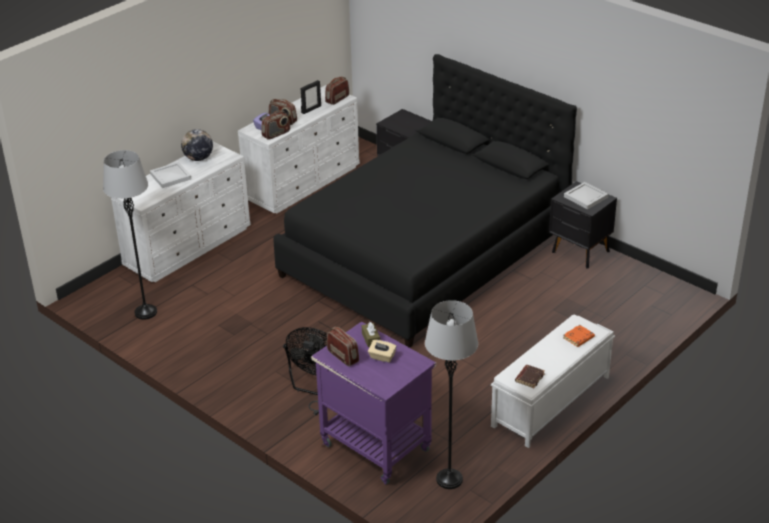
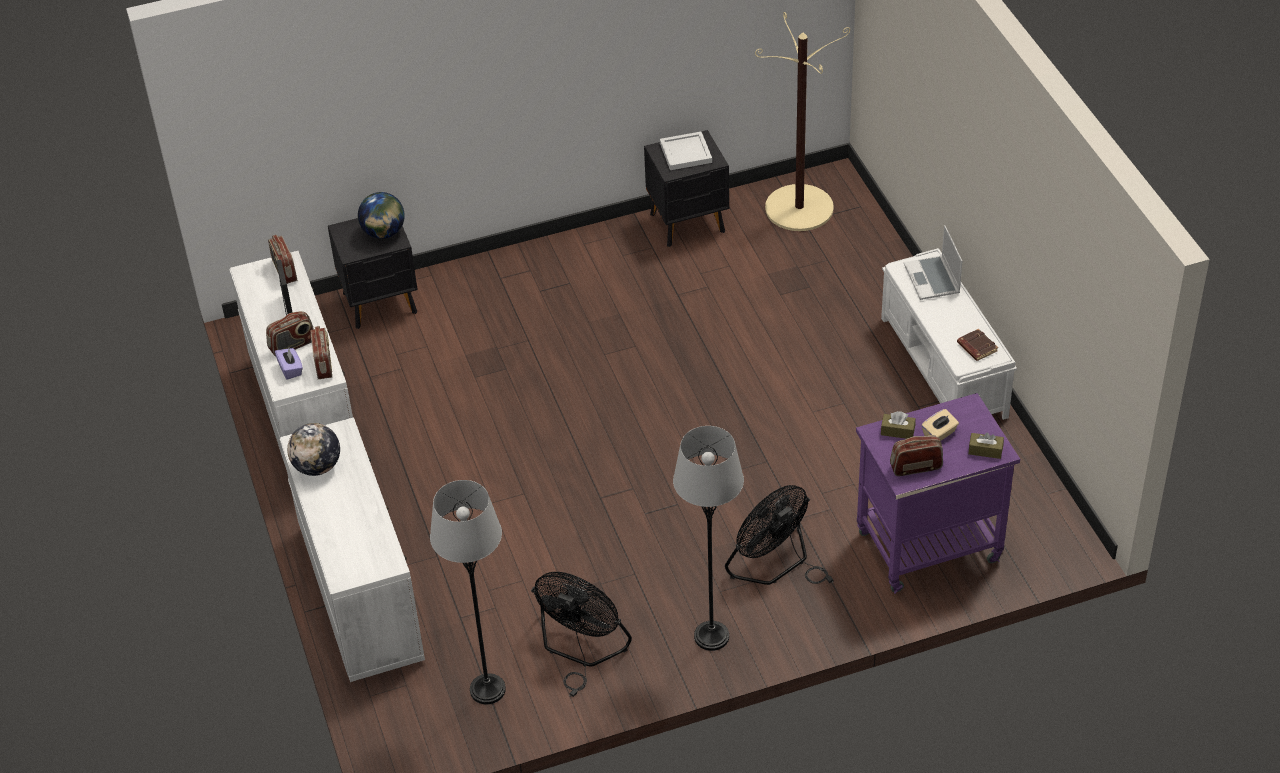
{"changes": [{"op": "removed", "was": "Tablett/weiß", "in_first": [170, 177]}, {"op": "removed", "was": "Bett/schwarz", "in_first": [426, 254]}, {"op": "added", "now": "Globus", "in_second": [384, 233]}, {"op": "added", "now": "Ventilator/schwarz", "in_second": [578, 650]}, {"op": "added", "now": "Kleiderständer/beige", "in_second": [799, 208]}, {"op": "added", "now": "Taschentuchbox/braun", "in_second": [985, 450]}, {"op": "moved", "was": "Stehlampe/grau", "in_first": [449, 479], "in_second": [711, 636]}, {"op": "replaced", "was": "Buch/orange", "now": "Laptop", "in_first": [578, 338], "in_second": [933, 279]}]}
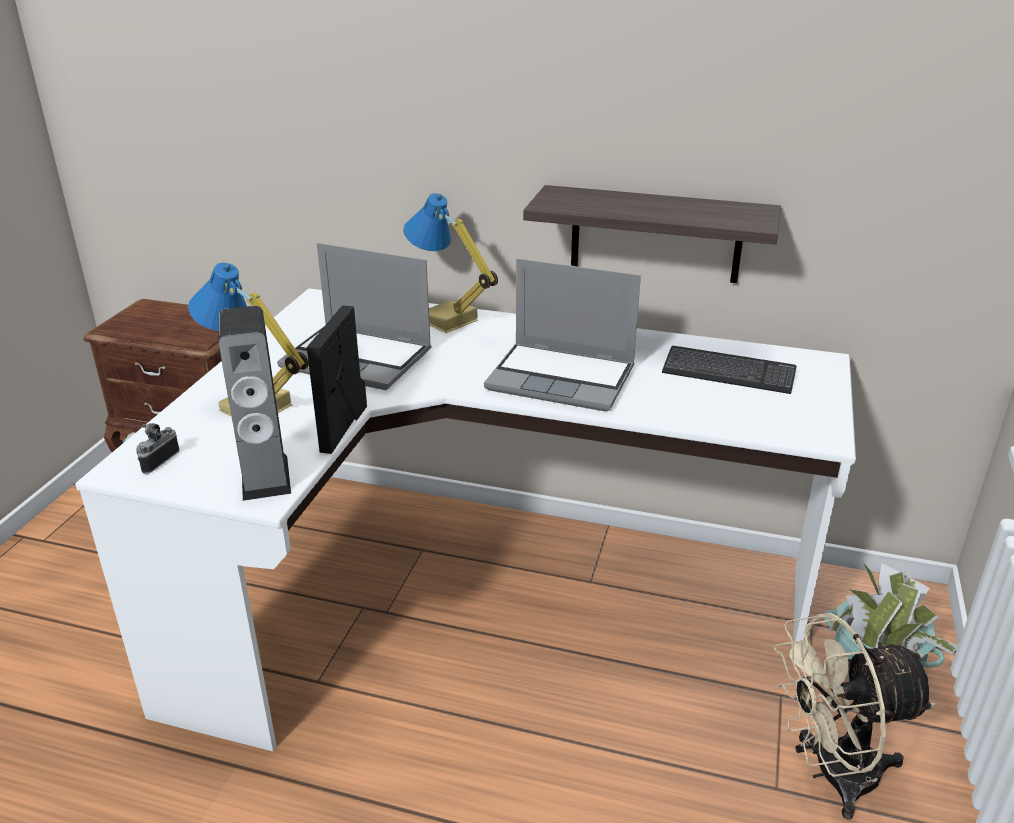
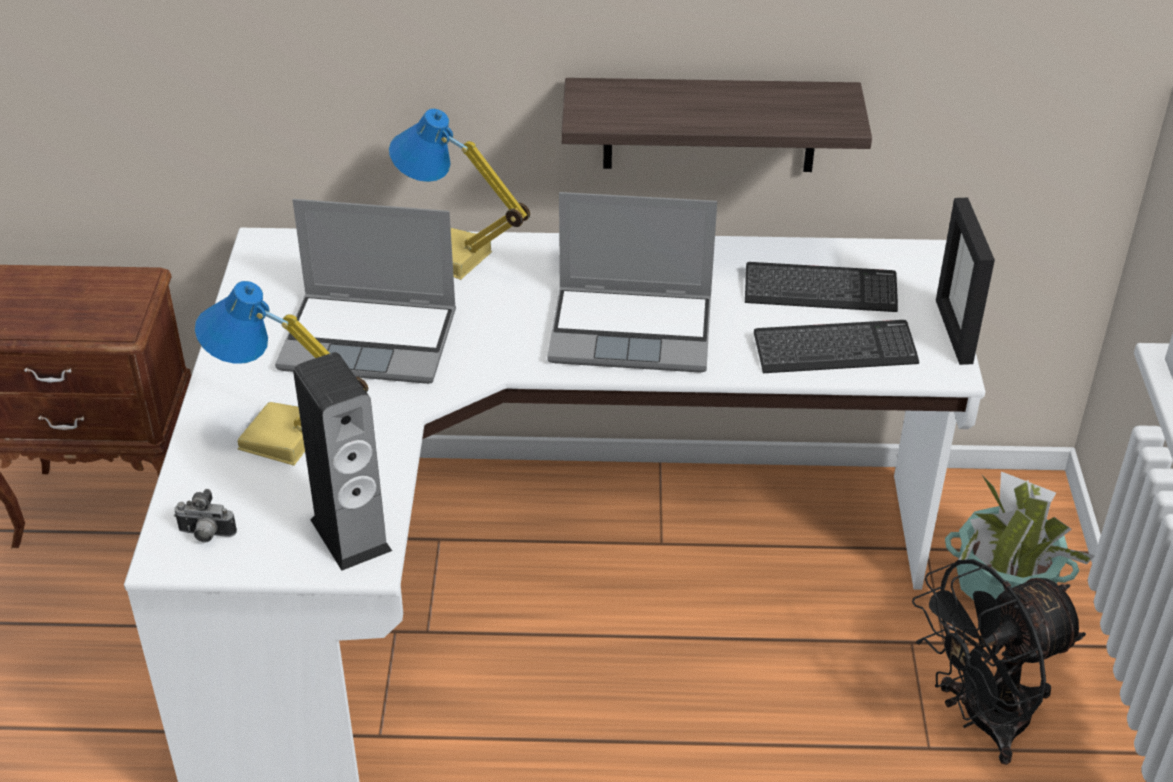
{"changes": [{"op": "added", "now": "Tastatur", "in_second": [834, 350]}, {"op": "moved", "was": "Bilderrahmen", "in_first": [344, 428], "in_second": [956, 331]}, {"op": "recoloured", "was": "Ventilator/beige", "now": "Ventilator/schwarz", "in_first": [831, 774], "in_second": [981, 720]}, {"op": "turned", "was": "Kamera", "in_first": [157, 460], "in_second": [206, 535], "clockwise": -90}]}
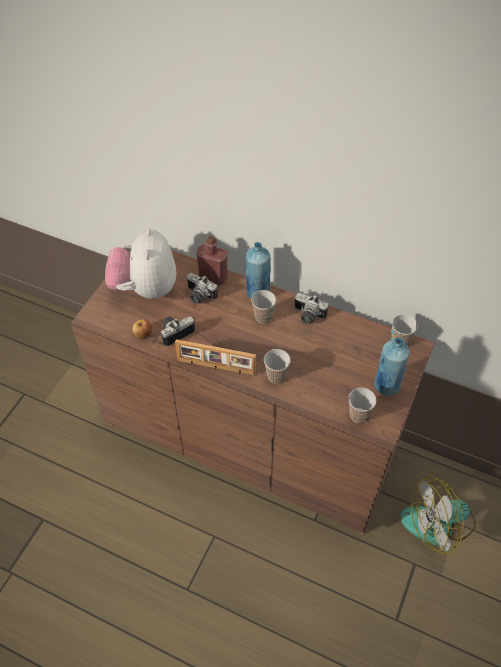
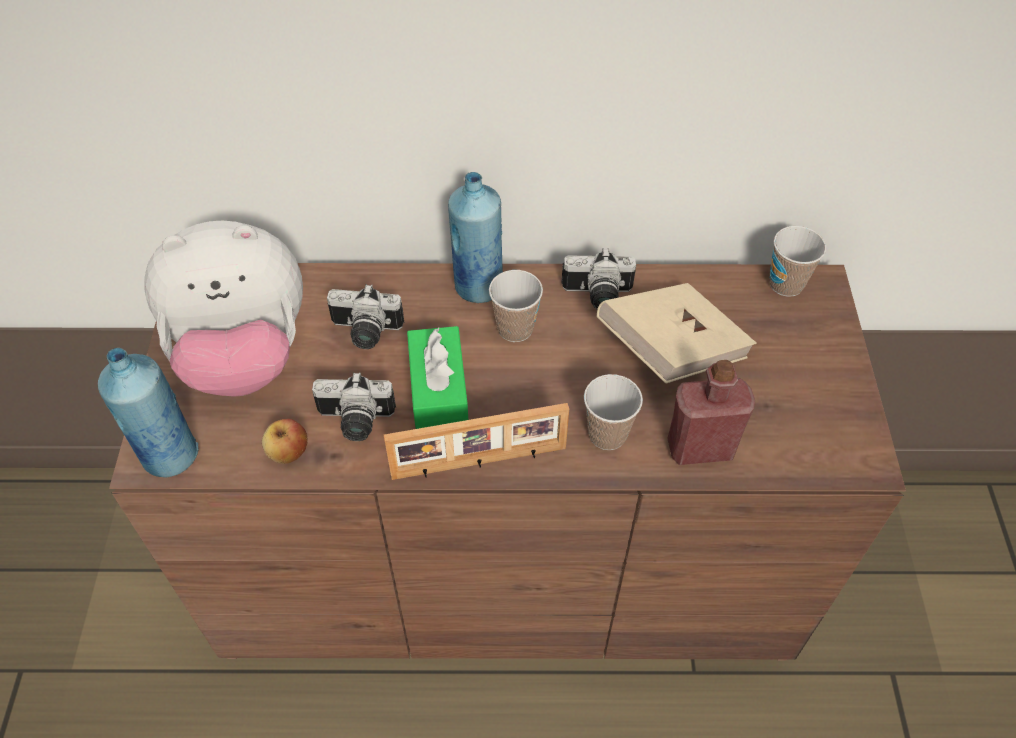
{"changes": [{"op": "removed", "was": "Tasse", "in_first": [358, 415]}, {"op": "removed", "was": "Ventilator", "in_first": [438, 522]}, {"op": "added", "now": "Taschentuchbox/grün", "in_second": [438, 391]}, {"op": "added", "now": "Buch/beige", "in_second": [671, 351]}, {"op": "moved", "was": "Flasche/rot", "in_first": [213, 277], "in_second": [700, 447]}, {"op": "moved", "was": "Flasche/blau", "in_first": [386, 385], "in_second": [170, 455]}, {"op": "turned", "was": "Plüschtier", "in_first": [145, 288], "in_second": [244, 356], "clockwise": -75}, {"op": "turned", "was": "Kamera", "in_first": [175, 332], "in_second": [355, 422], "clockwise": -120}]}
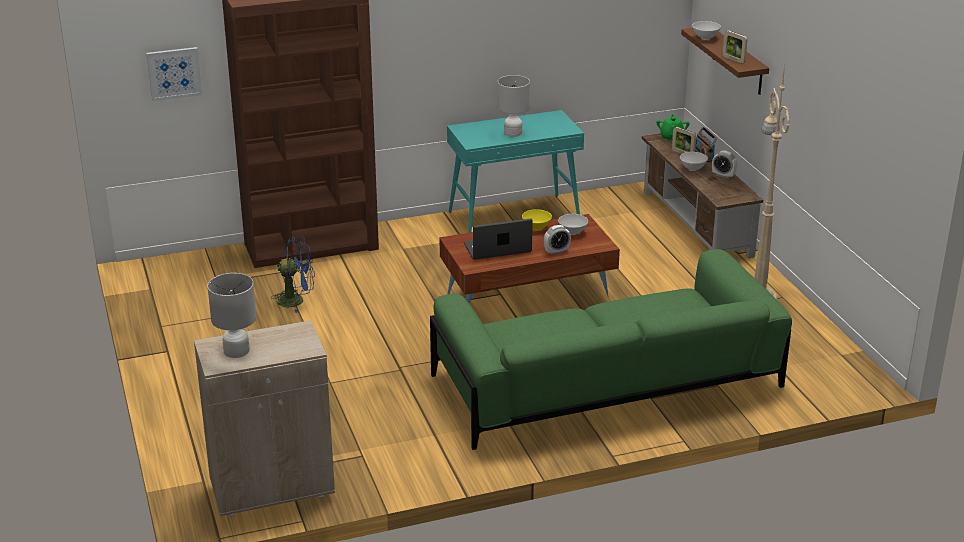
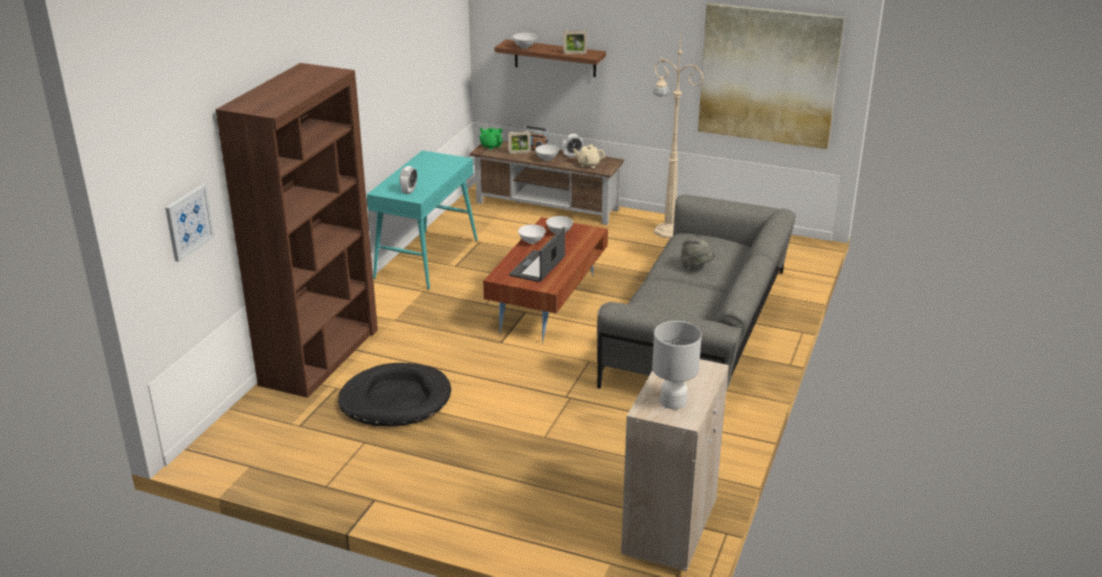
{"changes": [{"op": "removed", "was": "Tischlampe/grau", "in_first": [512, 133]}, {"op": "added", "now": "Teekanne/beige", "in_second": [588, 164]}, {"op": "added", "now": "Hut/grau", "in_second": [696, 267]}, {"op": "added", "now": "Bild", "in_second": [768, 75]}, {"op": "moved", "was": "Wecker", "in_first": [556, 251], "in_second": [409, 190]}, {"op": "replaced", "was": "Ventilator/blau", "now": "Hundebett/schwarz", "in_first": [296, 300], "in_second": [395, 400]}, {"op": "recoloured", "was": "Sofa/grün", "now": "Sofa/grau", "in_first": [607, 384], "in_second": [701, 327]}, {"op": "recoloured", "was": "Schüssel/gelb", "now": "Schüssel/weiß", "in_first": [536, 228], "in_second": [532, 242]}]}
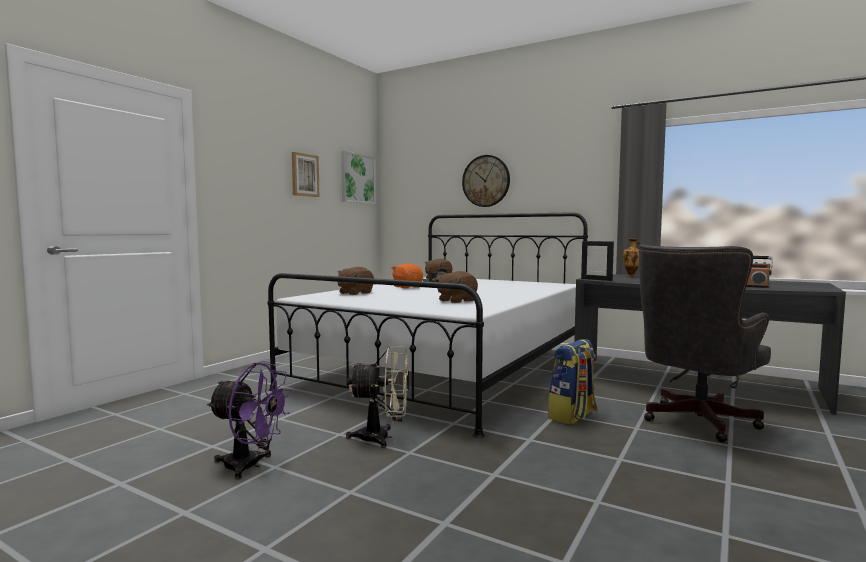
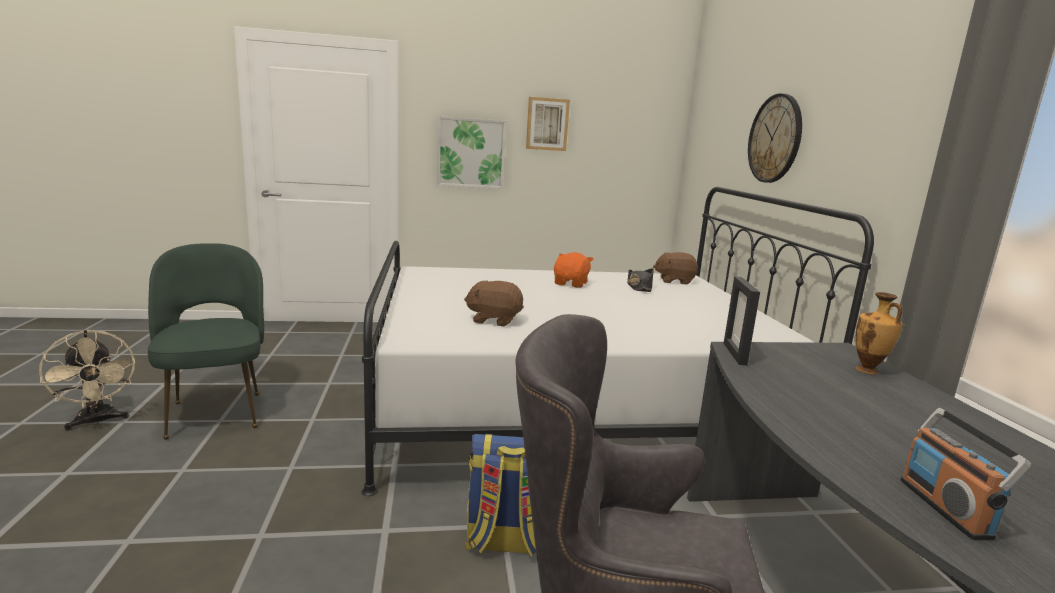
{"changes": [{"op": "removed", "was": "Plüschtier/braun", "in_first": [355, 293]}, {"op": "moved", "was": "Bild", "in_first": [357, 178], "in_second": [471, 153]}, {"op": "moved", "was": "Ventilator/beige", "in_first": [382, 437], "in_second": [97, 421]}, {"op": "replaced", "was": "Ventilator/lila", "now": "Stuhl/grün", "in_first": [250, 466], "in_second": [216, 411]}]}
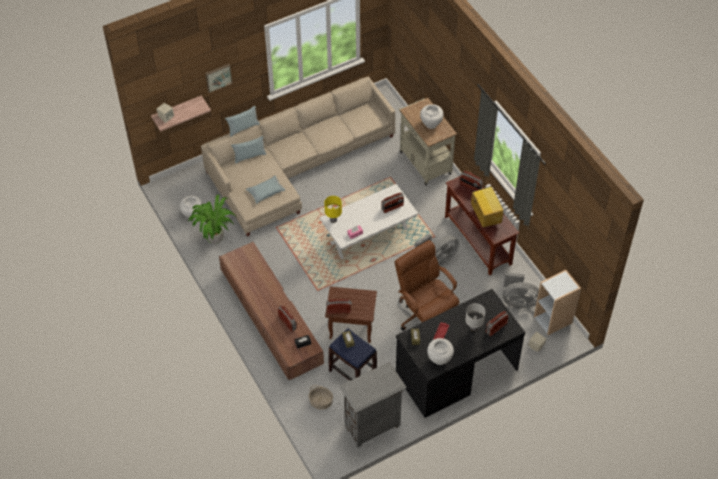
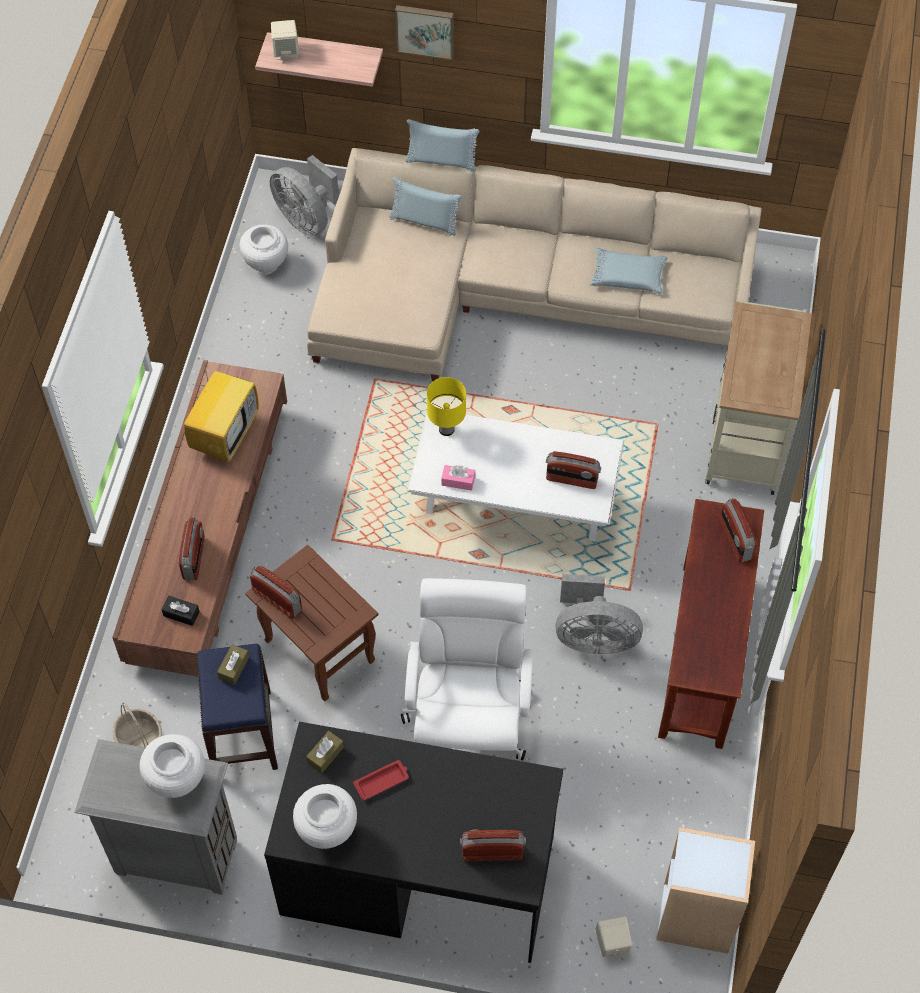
{"changes": [{"op": "removed", "was": "Topfpflanze", "in_first": [214, 237]}, {"op": "removed", "was": "Tischlampe/weiß", "in_first": [473, 328]}, {"op": "moved", "was": "Kissen/blau", "in_first": [266, 191], "in_second": [628, 274]}, {"op": "moved", "was": "Vase/weiß", "in_first": [431, 124], "in_second": [177, 780]}, {"op": "moved", "was": "Fernseher", "in_first": [485, 216], "in_second": [225, 433]}, {"op": "moved", "was": "Ventilator/grau", "in_first": [518, 302], "in_second": [306, 219]}, {"op": "recoloured", "was": "Bürostuhl/braun", "now": "Bürostuhl/weiß", "in_first": [424, 314], "in_second": [468, 722]}]}
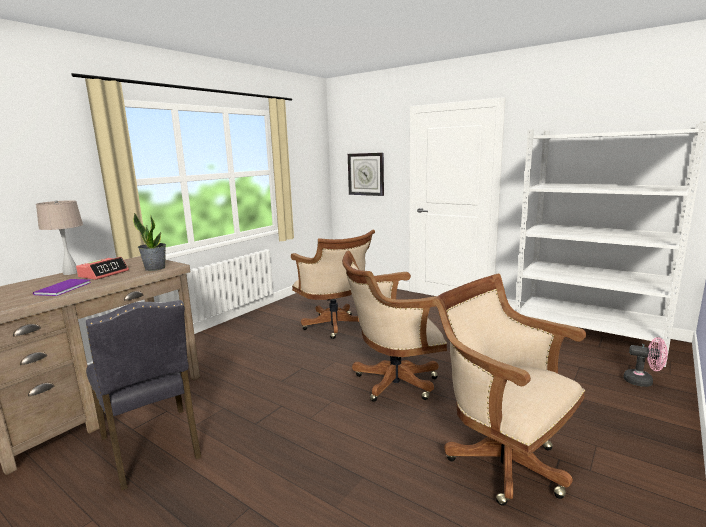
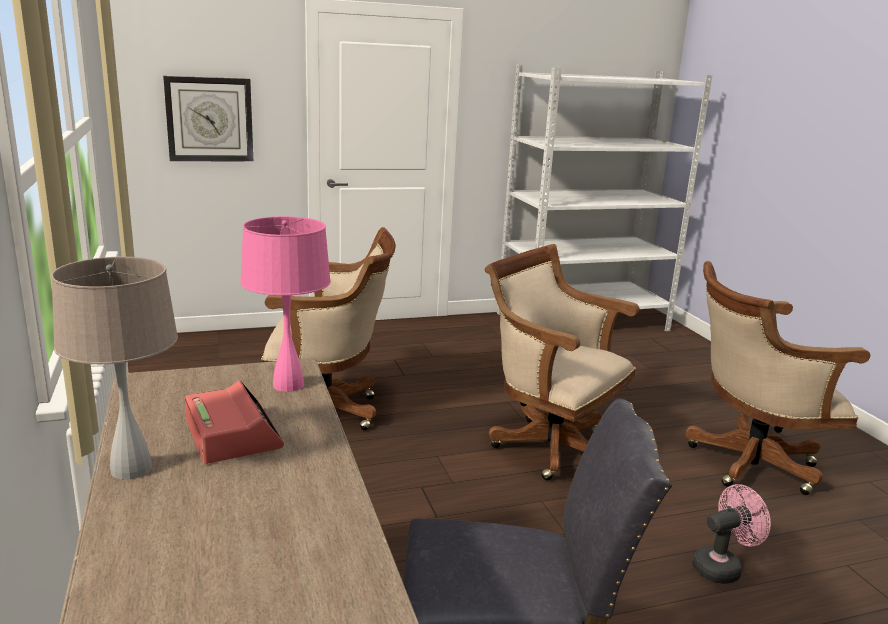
{"changes": [{"op": "removed", "was": "Buch/lila", "in_first": [65, 288]}, {"op": "moved", "was": "Ventilator/rosa", "in_first": [643, 381], "in_second": [722, 567]}, {"op": "replaced", "was": "Topfpflanze", "now": "Tischlampe/rosa", "in_first": [155, 268], "in_second": [289, 385]}, {"op": "turned", "was": "Bürostuhl", "in_first": [392, 383], "in_second": [547, 447], "clockwise": 105}]}
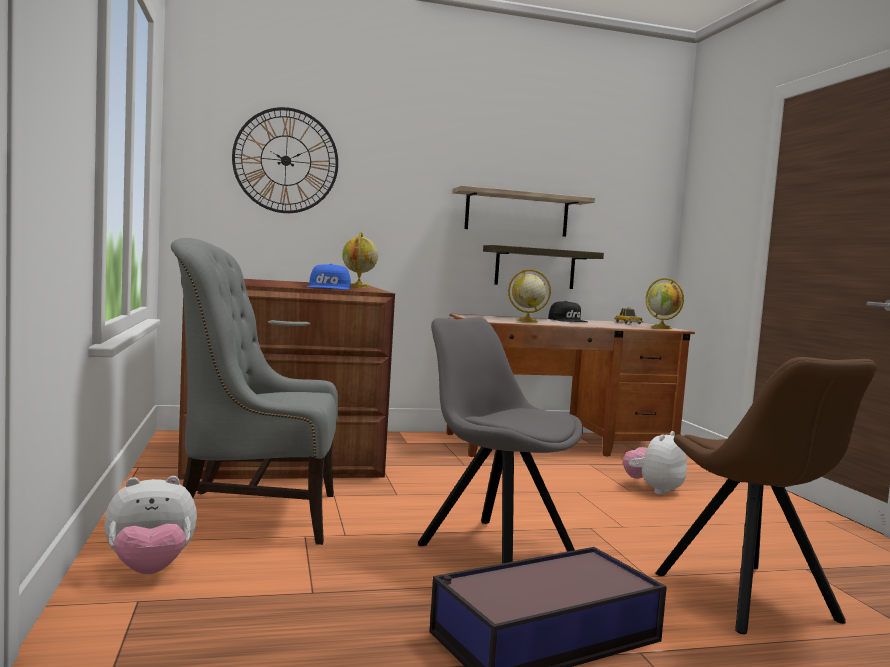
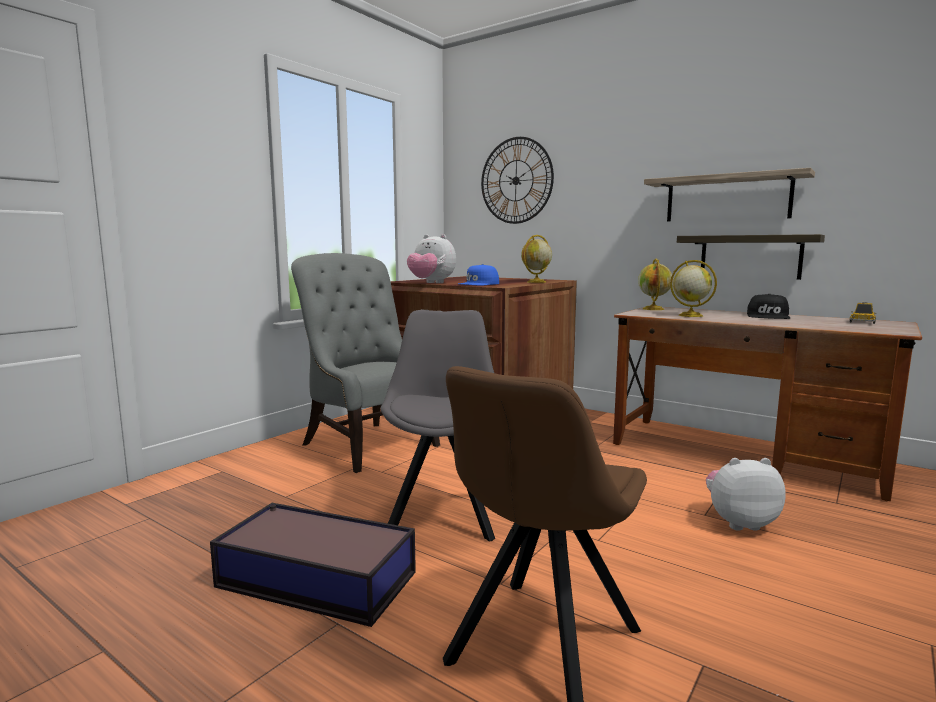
{"changes": [{"op": "moved", "was": "Plüschtier", "in_first": [150, 570], "in_second": [431, 283]}, {"op": "moved", "was": "Globus", "in_first": [662, 328], "in_second": [653, 309]}]}
